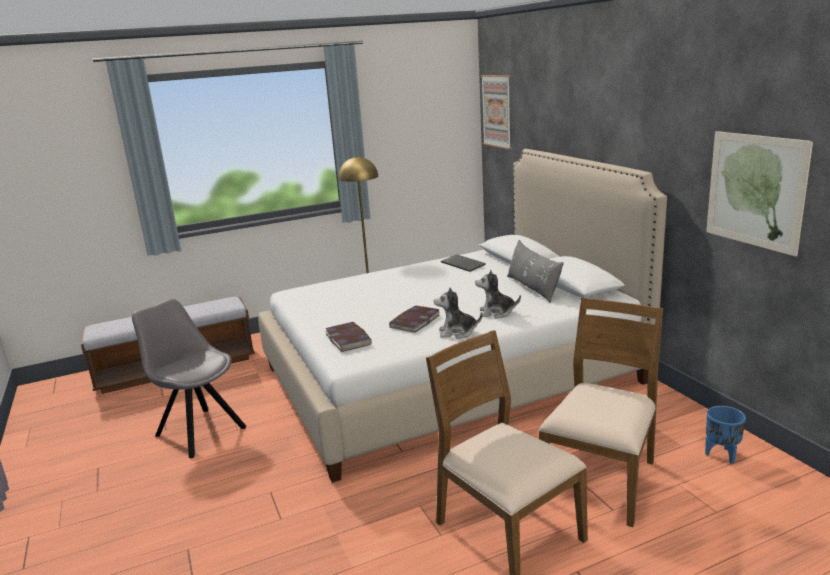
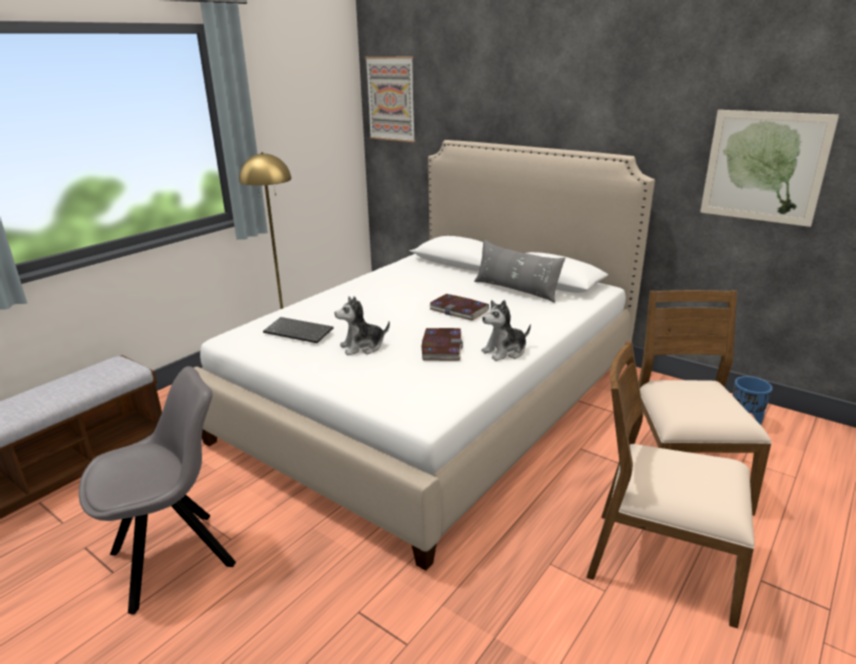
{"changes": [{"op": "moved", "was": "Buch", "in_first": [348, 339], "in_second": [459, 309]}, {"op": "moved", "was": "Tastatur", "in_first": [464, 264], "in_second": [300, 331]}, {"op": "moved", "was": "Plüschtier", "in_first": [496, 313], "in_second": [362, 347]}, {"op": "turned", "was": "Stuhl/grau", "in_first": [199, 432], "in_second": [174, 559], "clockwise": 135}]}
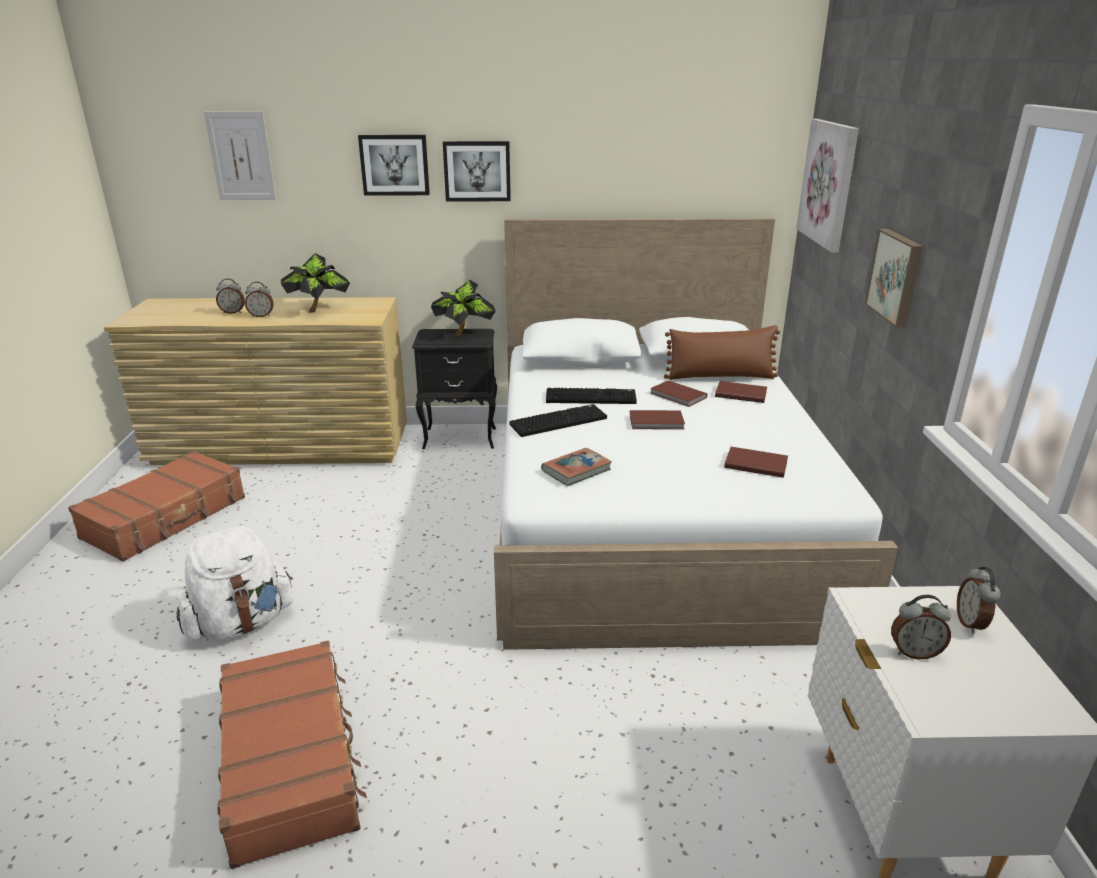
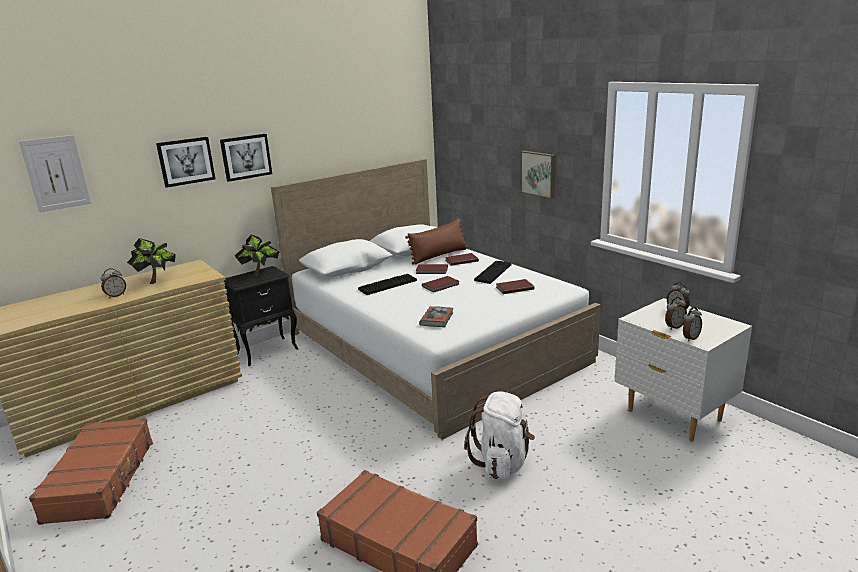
{"changes": [{"op": "removed", "was": "Bild", "in_first": [829, 183]}, {"op": "moved", "was": "Rucksack/weiß", "in_first": [241, 623], "in_second": [502, 462]}, {"op": "moved", "was": "Wecker", "in_first": [233, 312], "in_second": [690, 338]}, {"op": "moved", "was": "Tastatur", "in_first": [558, 421], "in_second": [492, 272]}]}
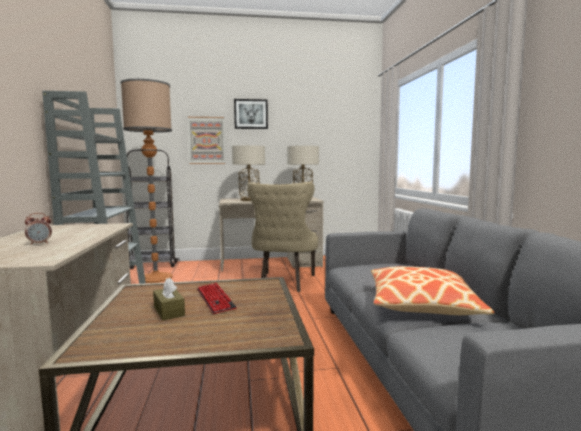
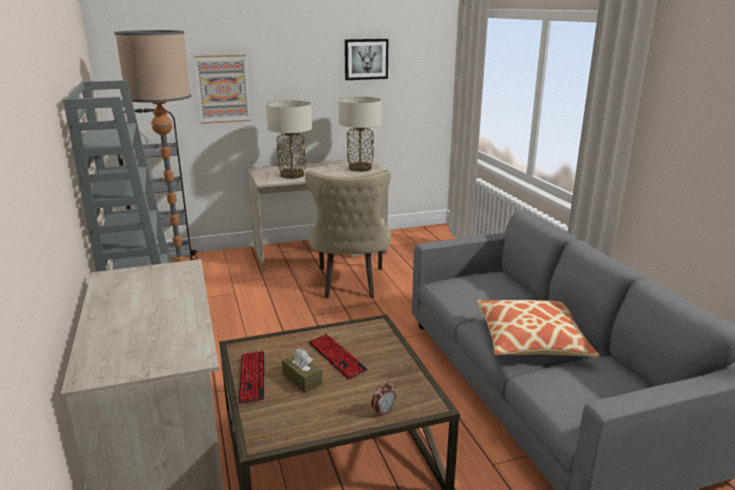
{"changes": [{"op": "added", "now": "Tastatur", "in_second": [252, 377]}, {"op": "moved", "was": "Wecker", "in_first": [39, 244], "in_second": [383, 411]}, {"op": "moved", "was": "Bild", "in_first": [251, 114], "in_second": [366, 59]}]}
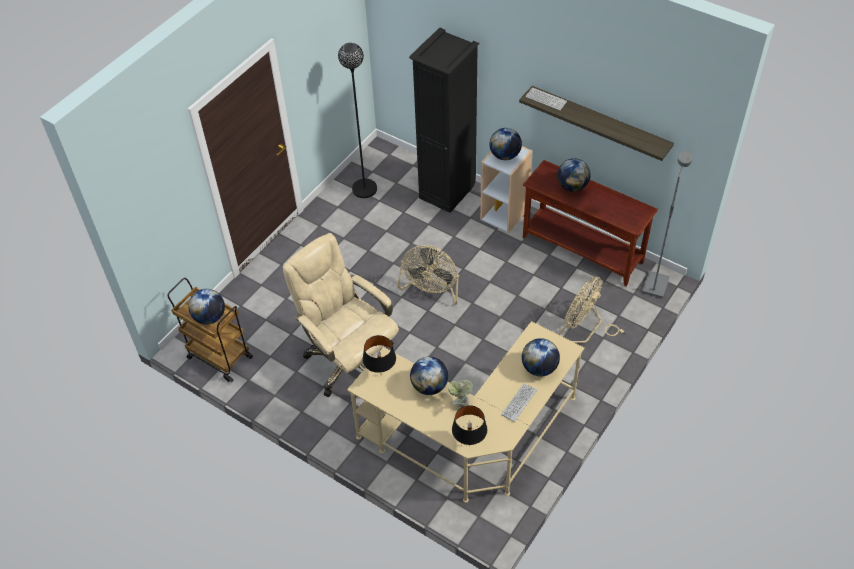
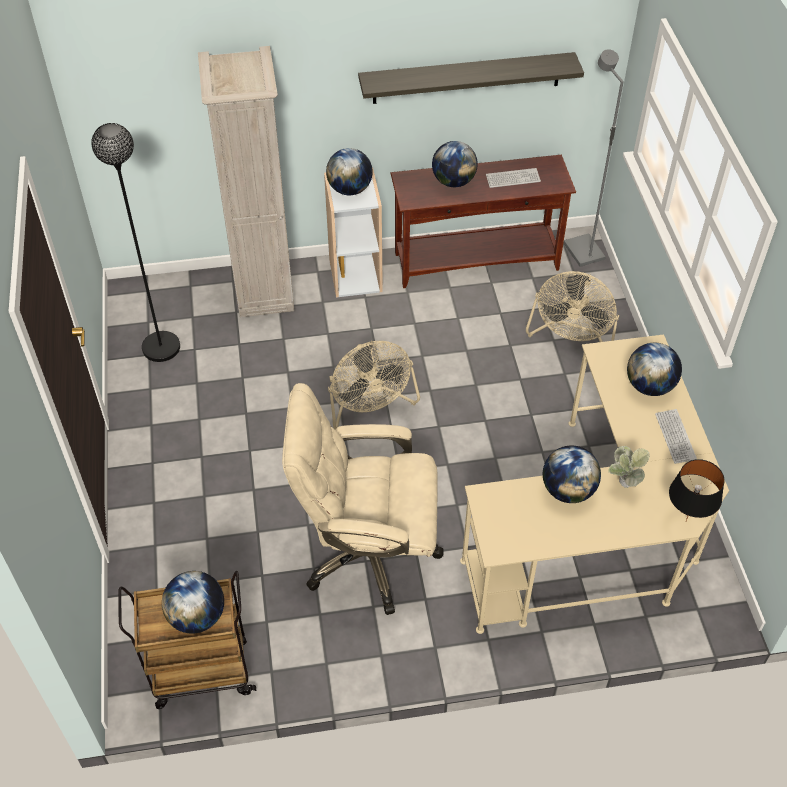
{"changes": [{"op": "removed", "was": "Tischlampe/schwarz", "in_first": [381, 375]}, {"op": "moved", "was": "Tastatur", "in_first": [546, 99], "in_second": [513, 179]}, {"op": "recoloured", "was": "Schrank/schwarz", "now": "Schrank/beige", "in_first": [447, 192], "in_second": [265, 290]}, {"op": "turned", "was": "Ventilator/beige", "in_first": [587, 326], "in_second": [569, 334], "clockwise": -60}]}
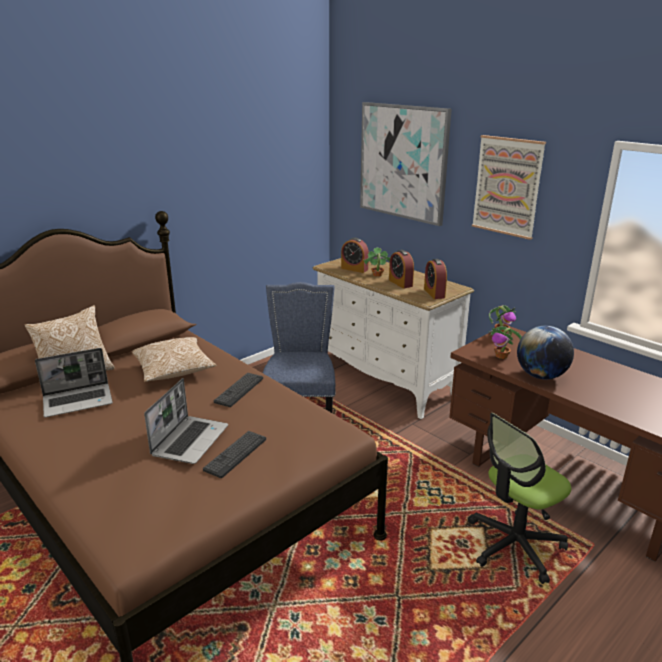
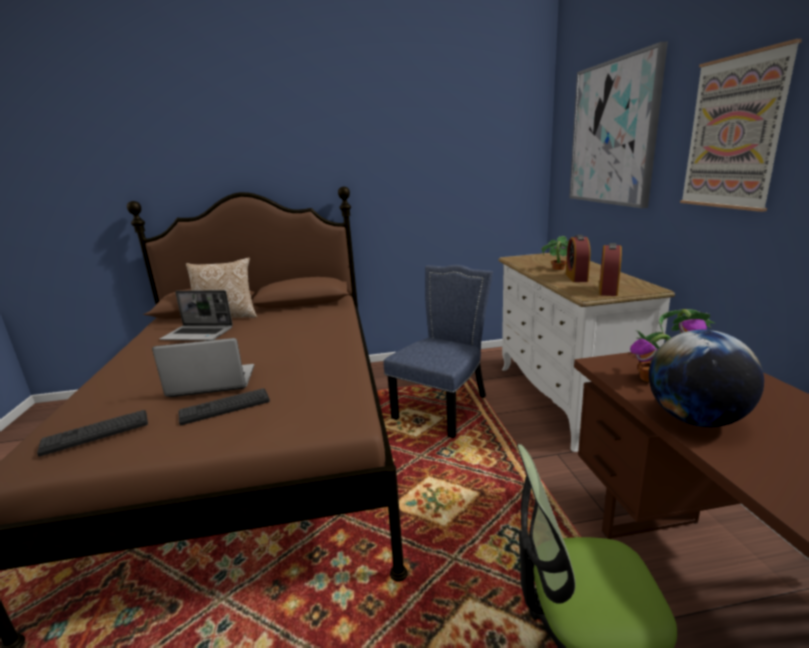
{"changes": [{"op": "removed", "was": "Kissen", "in_first": [174, 371]}, {"op": "removed", "was": "Wecker", "in_first": [354, 269]}, {"op": "moved", "was": "Tastatur", "in_first": [239, 390], "in_second": [96, 433]}, {"op": "turned", "was": "Laptop", "in_first": [190, 440], "in_second": [211, 383], "clockwise": -150}]}
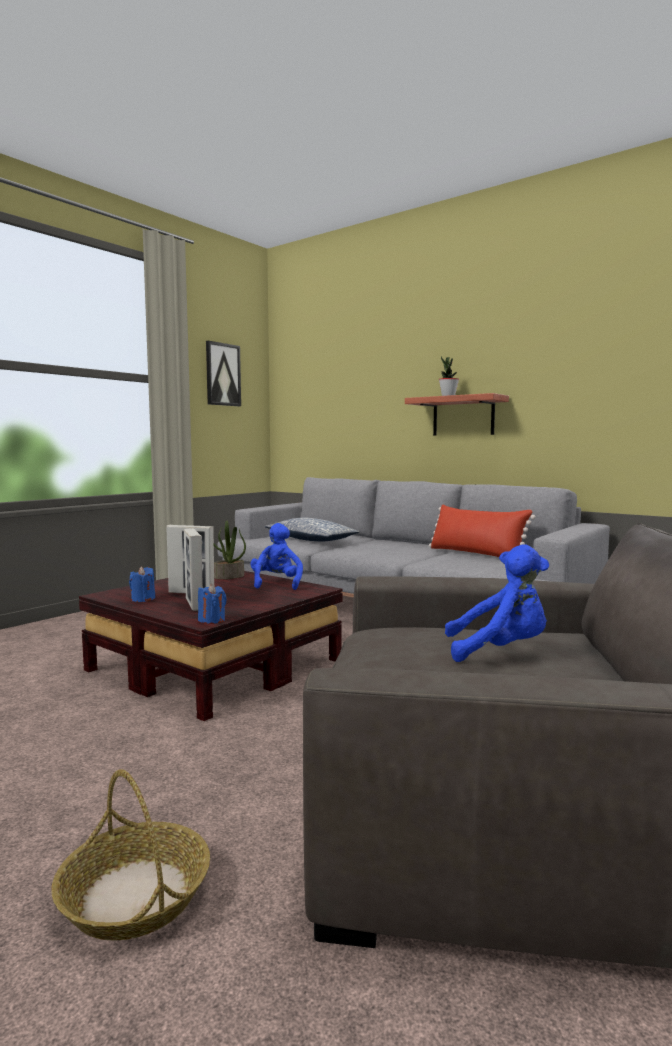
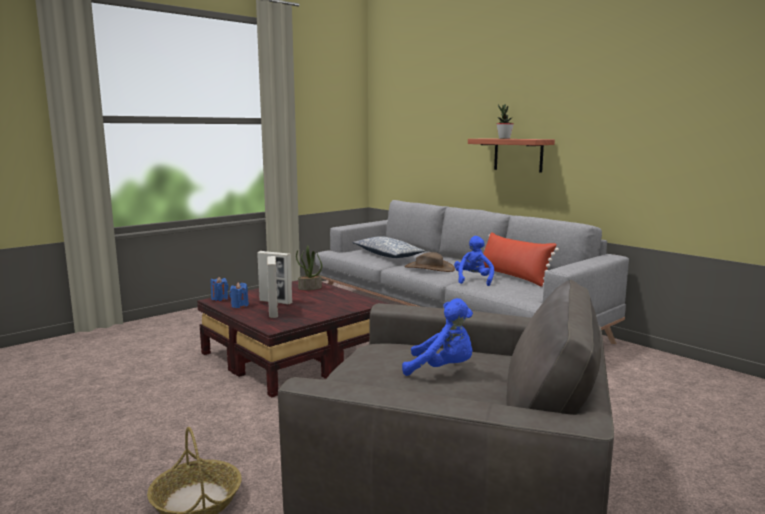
{"changes": [{"op": "removed", "was": "Bild", "in_first": [222, 374]}, {"op": "added", "now": "Hut/braun", "in_second": [429, 268]}, {"op": "moved", "was": "Kerze/blau", "in_first": [212, 620], "in_second": [219, 299]}, {"op": "moved", "was": "Plüschtier/blau", "in_first": [277, 584], "in_second": [473, 280]}]}
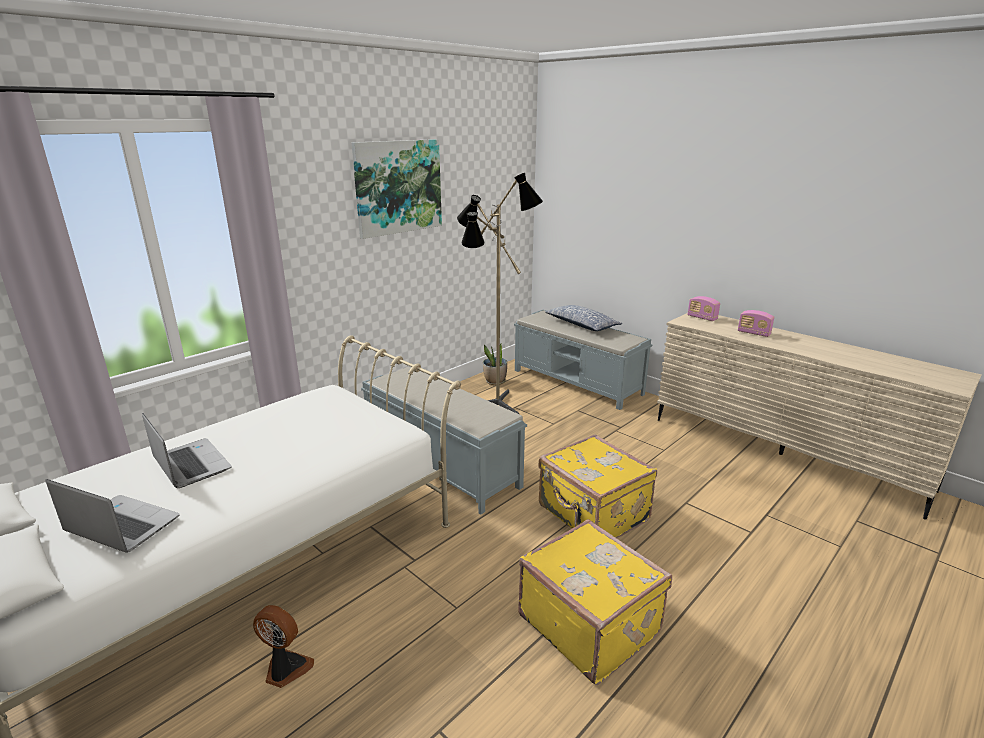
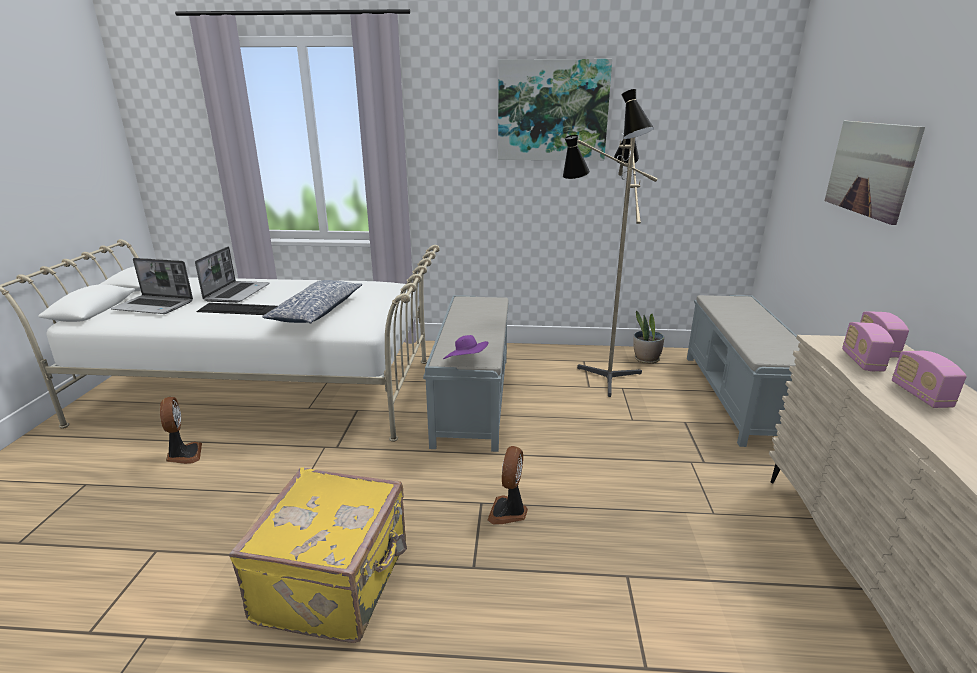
{"changes": [{"op": "added", "now": "Tastatur", "in_second": [241, 309]}, {"op": "added", "now": "Hut/lila", "in_second": [466, 362]}, {"op": "added", "now": "Bild", "in_second": [870, 168]}, {"op": "added", "now": "Radio", "in_second": [861, 361]}, {"op": "moved", "was": "Kissen", "in_first": [581, 325], "in_second": [316, 312]}, {"op": "replaced", "was": "Koffer/gelb", "now": "Ventilator", "in_first": [592, 514], "in_second": [509, 512]}, {"op": "turned", "was": "Laptop", "in_first": [120, 526], "in_second": [155, 306], "clockwise": 120}]}
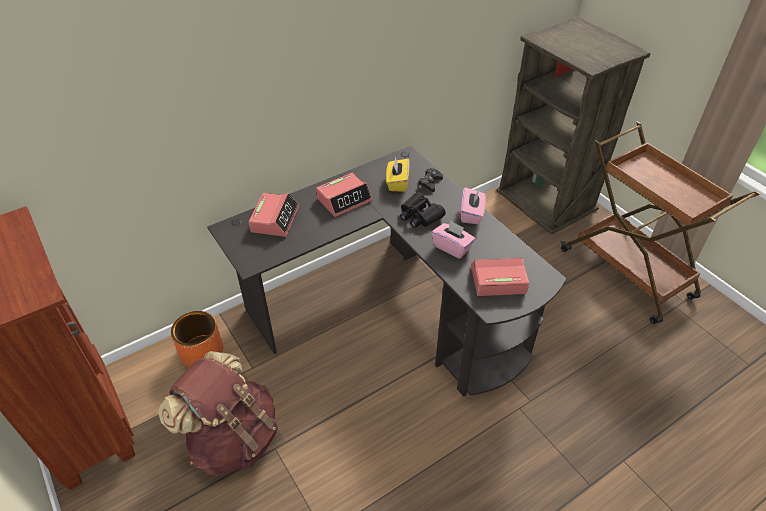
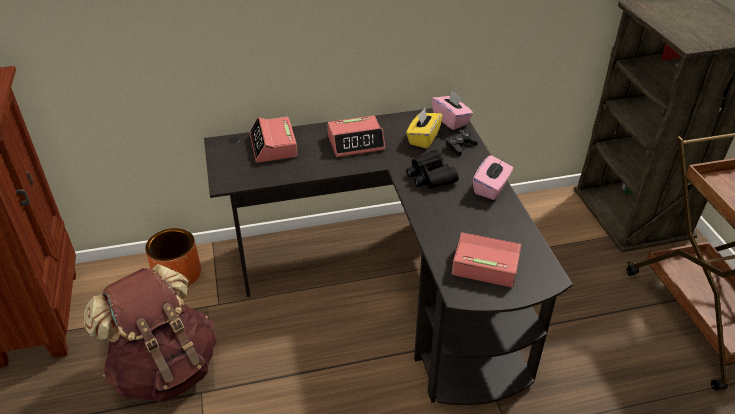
{"changes": [{"op": "moved", "was": "Taschentuchbox/rosa", "in_first": [452, 247], "in_second": [451, 120]}, {"op": "turned", "was": "Wecker", "in_first": [275, 219], "in_second": [273, 146], "clockwise": 135}]}
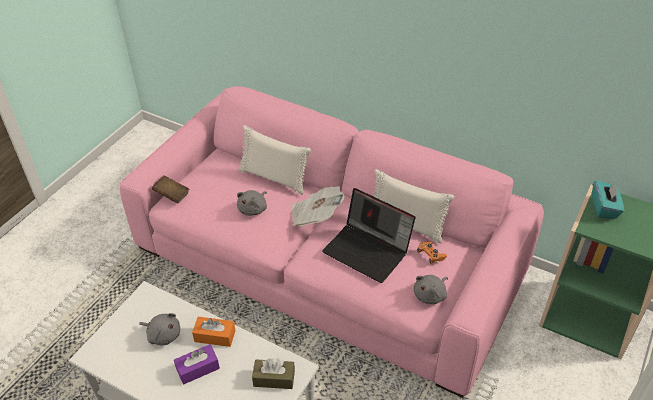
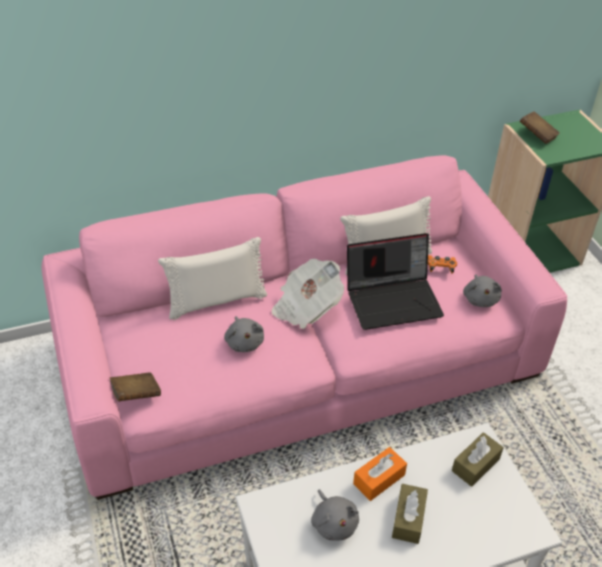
{"changes": [{"op": "replaced", "was": "Taschentuchbox/türkis", "now": "Buch/braun", "in_first": [604, 208], "in_second": [537, 136]}, {"op": "recoloured", "was": "Taschentuchbox/lila", "now": "Taschentuchbox/braun", "in_first": [198, 368], "in_second": [408, 519]}, {"op": "turned", "was": "Plüschtier/grau", "in_first": [163, 335], "in_second": [334, 523], "clockwise": 90}]}
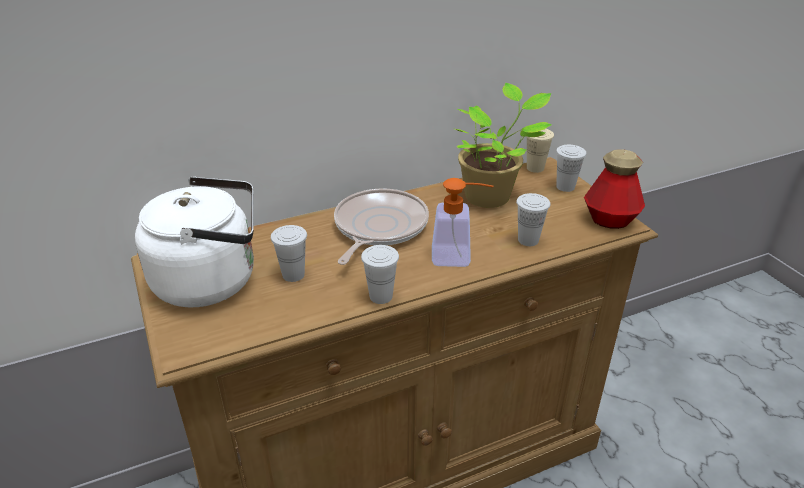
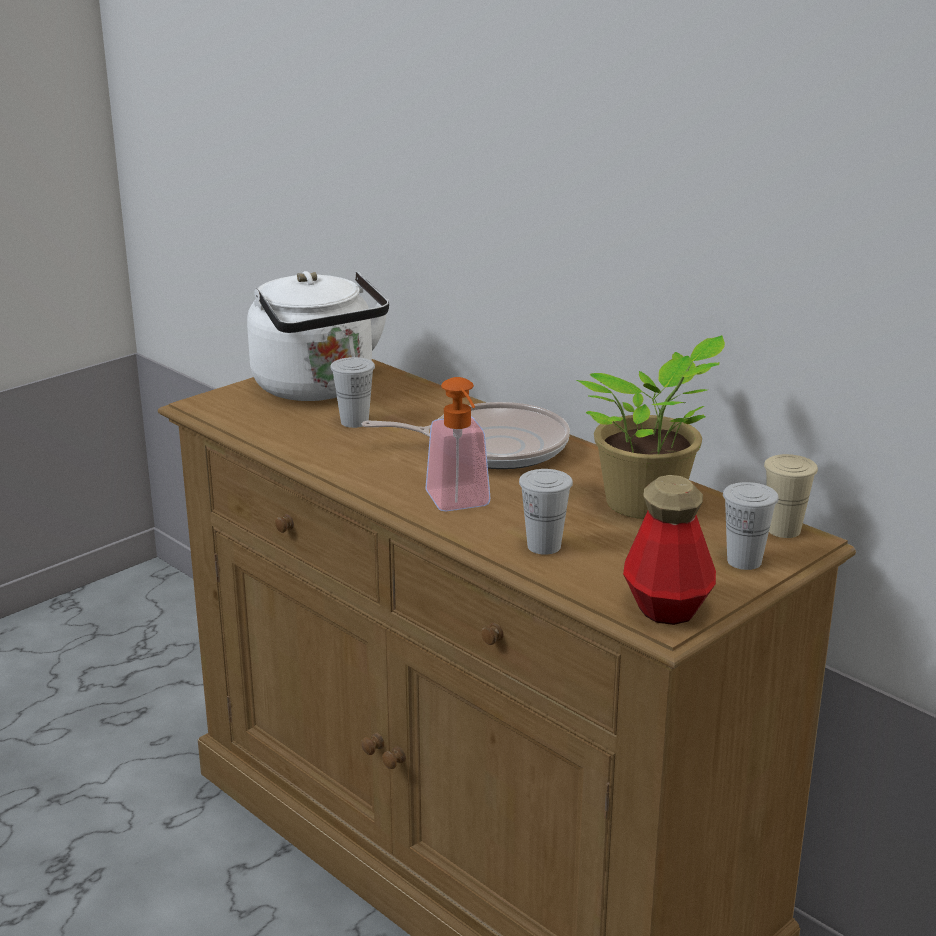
{"changes": [{"op": "removed", "was": "Tasse/weiß", "in_first": [381, 296]}]}
